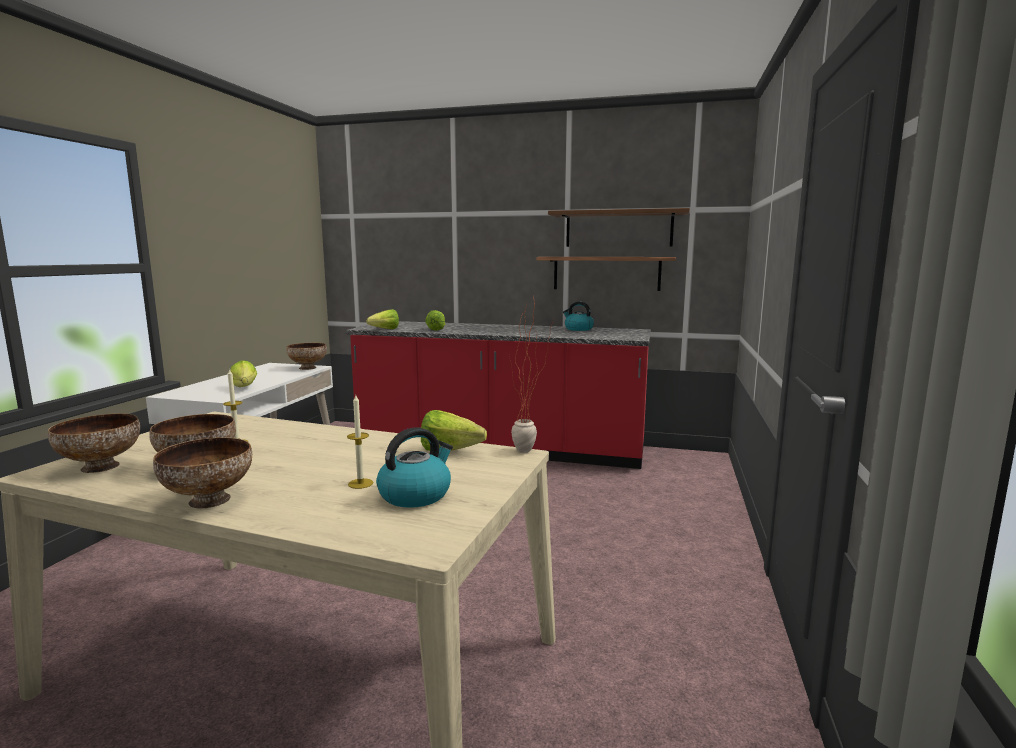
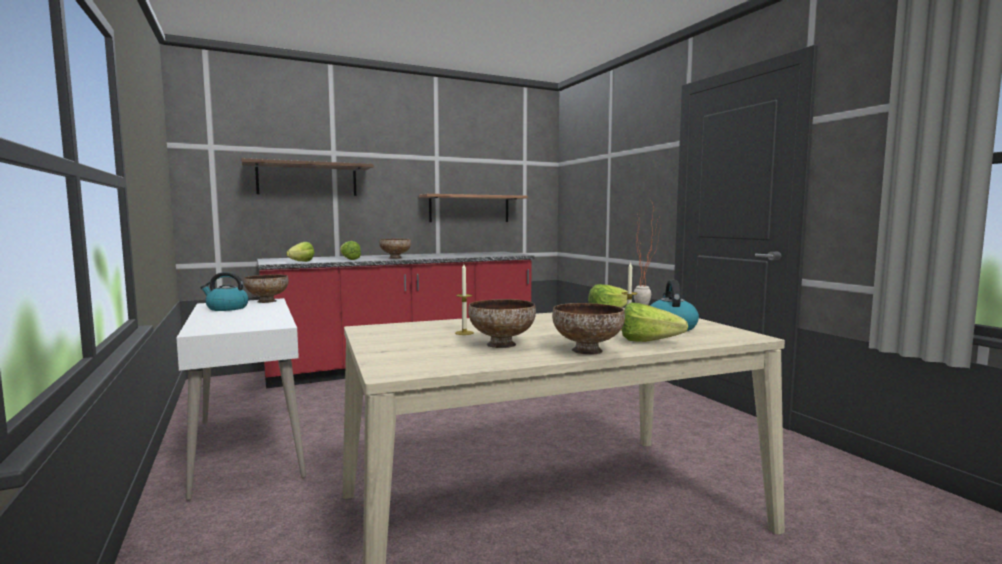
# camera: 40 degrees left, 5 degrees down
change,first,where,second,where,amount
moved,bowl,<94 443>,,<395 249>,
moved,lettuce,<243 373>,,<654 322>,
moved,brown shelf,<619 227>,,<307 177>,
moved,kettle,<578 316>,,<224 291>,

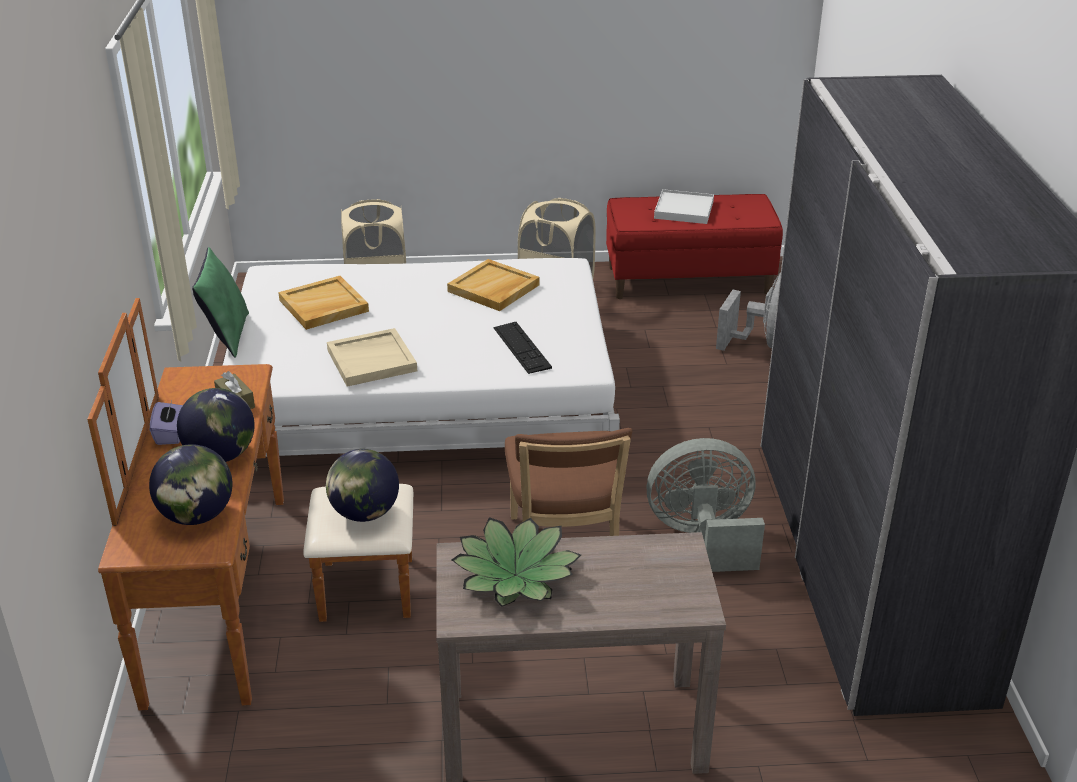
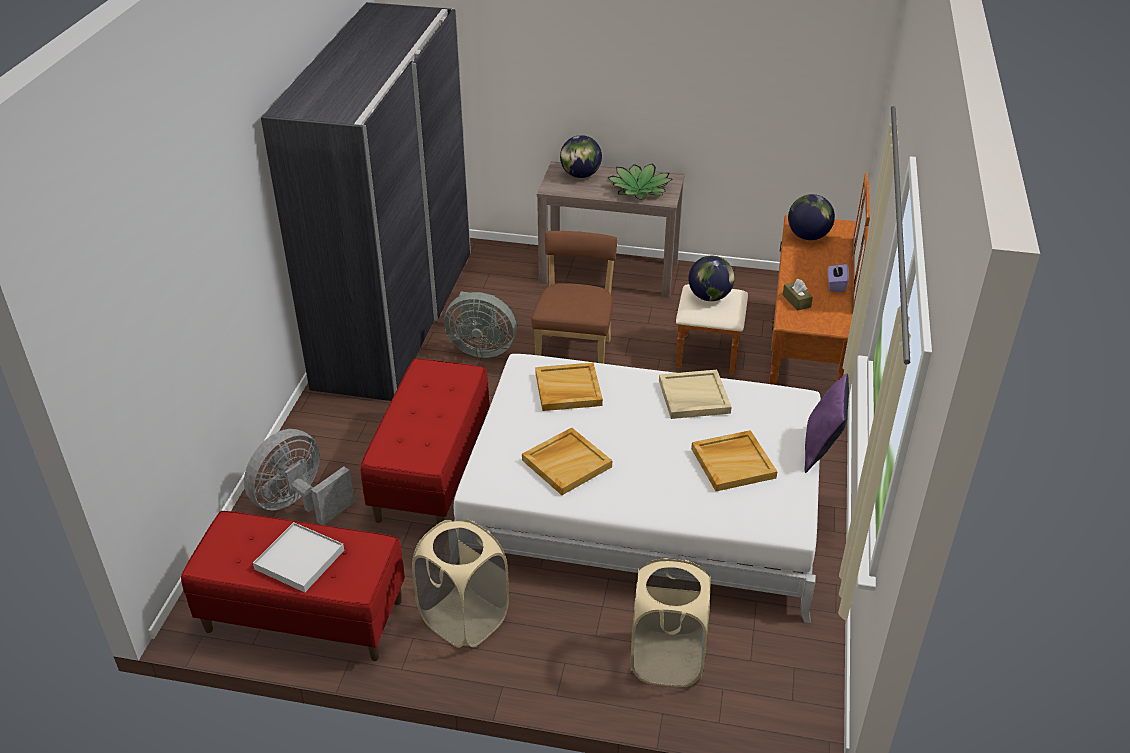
# camera: 165 degrees left, 5 degrees up
change,first,where,second,where,amount
moved,globe,<216 425>,,<581 156>,
recoloured,green pillow,<220 302>,purple pillow,<826 423>,
replaced,keyboard,<522 348>,beige tray,<569 386>,
added,,,red bench,<425 441>,

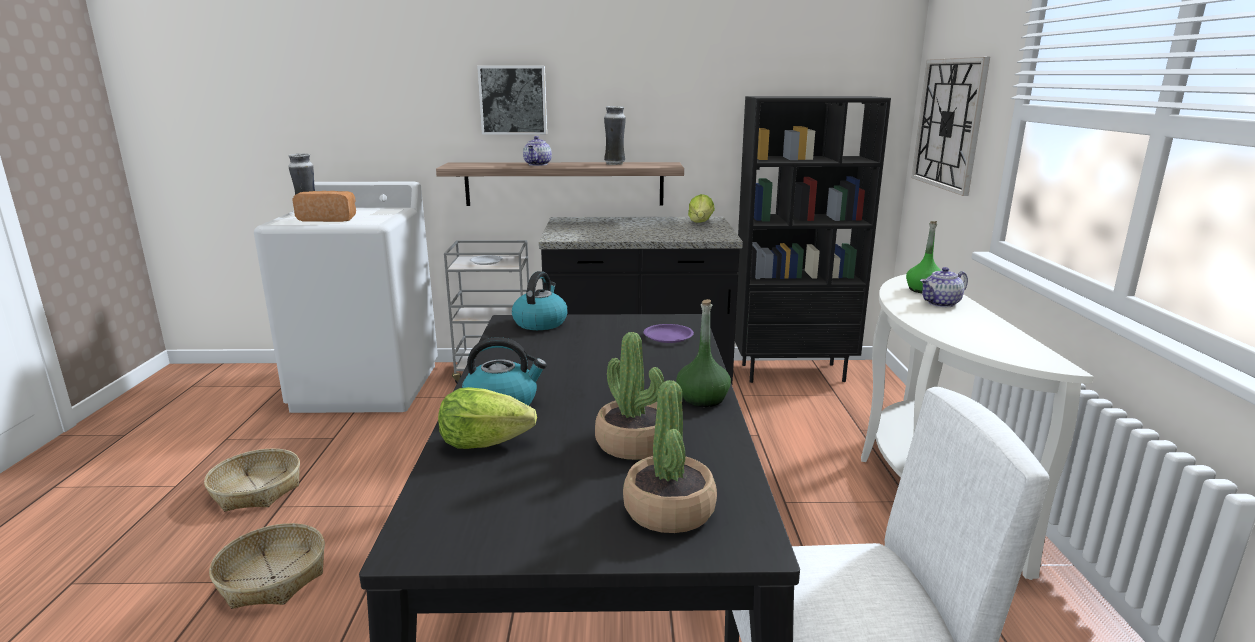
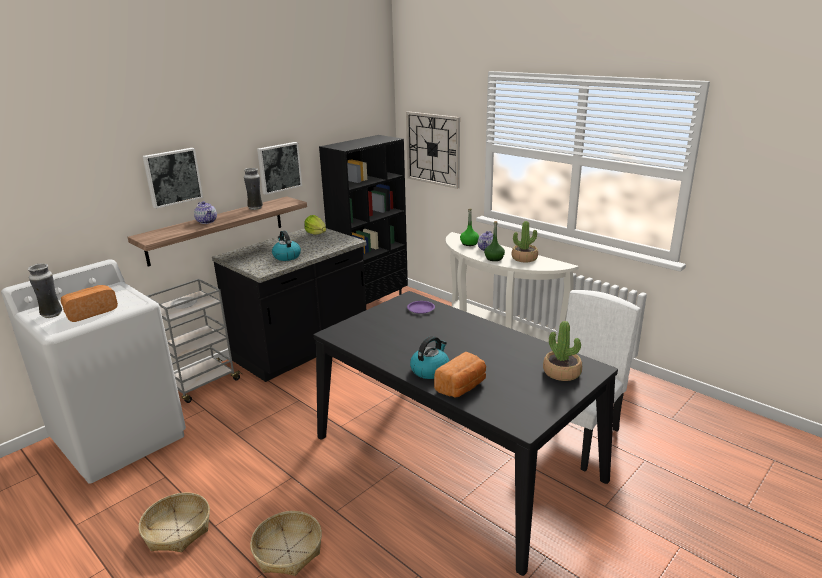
# camera: 45 degrees left, 5 degrees up
change,first,where,second,where,amount
replaced,lettuce,<487 418>,bread,<460 375>,
moved,kettle,<540 300>,,<286 246>,
moved,potted plant,<629 396>,,<524 241>,
moved,green bottle,<703 353>,,<494 241>,
added,,,picture,<279 168>,

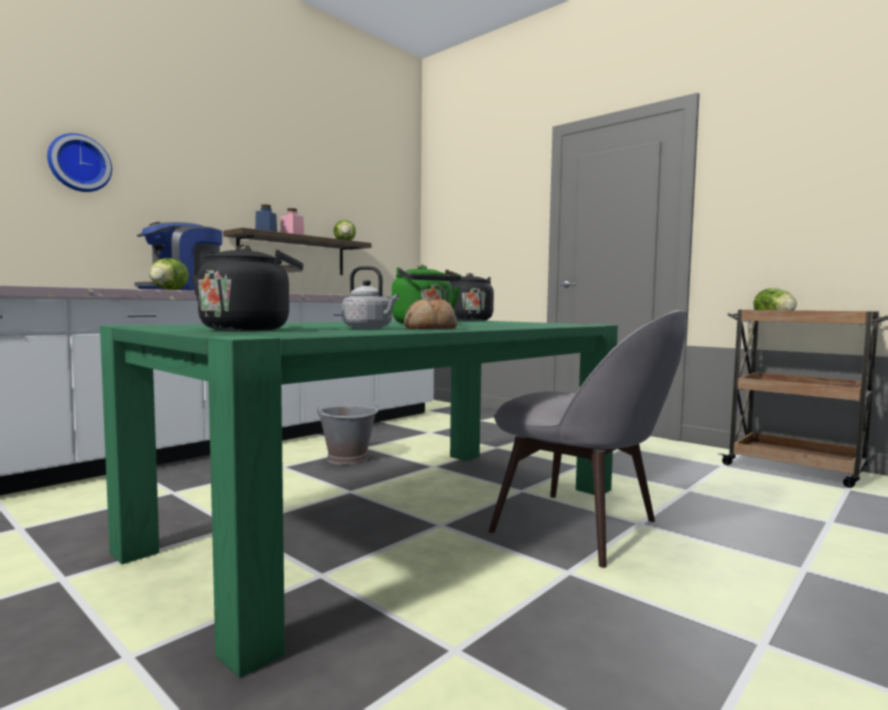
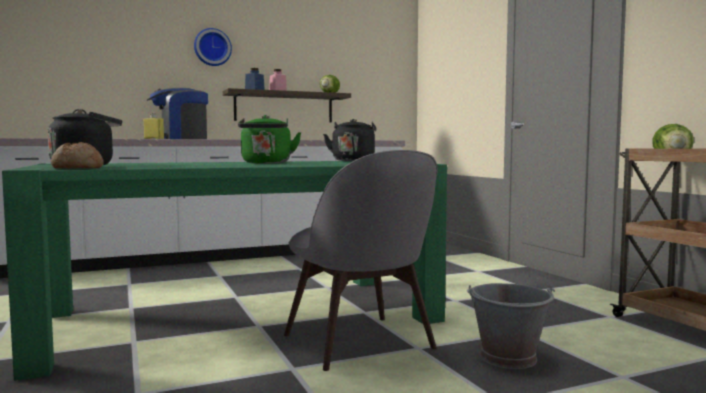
# camera: 25 degrees right, 0 degrees up
change,first,where,second,where,amount
moved,wall clock,<79 162>,,<213 47>,
replaced,lettuce,<169 274>,yellow bottle,<154 126>,
moved,grey bucket,<347 434>,,<511 326>,
removed,grey kettle,<370 297>,,,
moved,bread,<430 313>,,<77 155>,

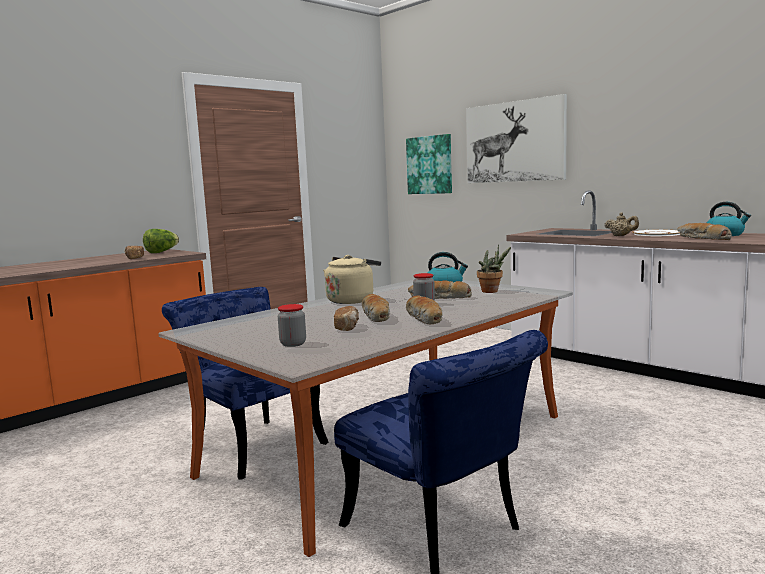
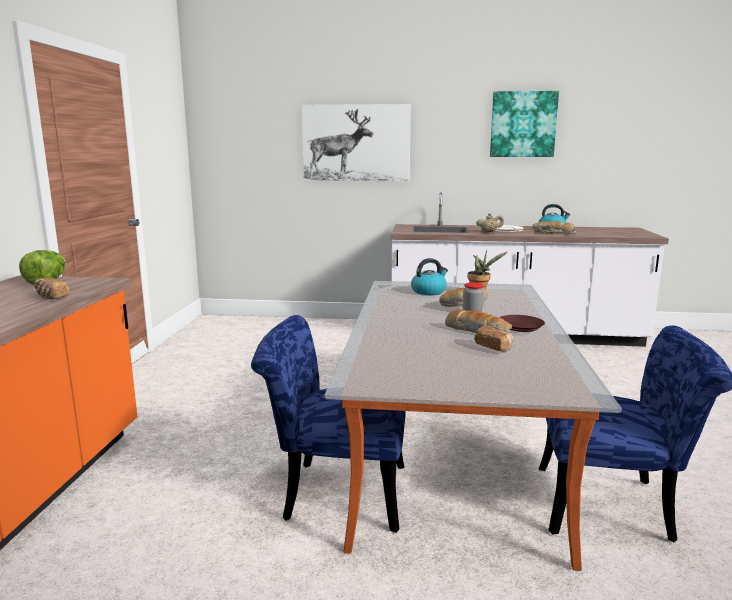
# camera: 40 degrees left, 5 degrees up
change,first,where,second,where,amount
removed,jar,<292 325>,,,
removed,beige kettle,<352 279>,,,
moved,picture,<429 164>,,<524 124>,
replaced,bread,<424 309>,brown plate,<522 323>,

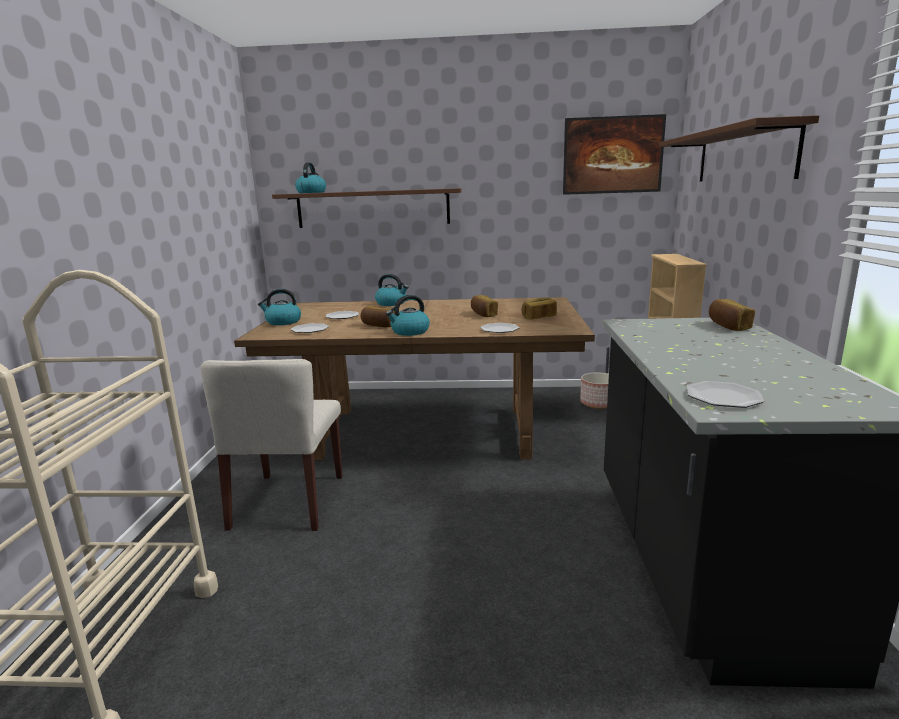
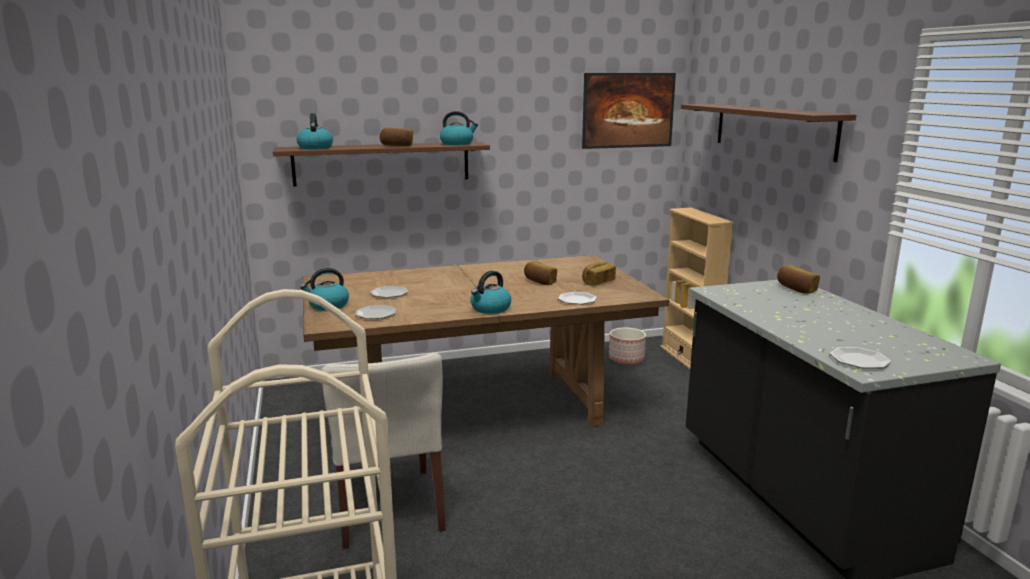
# camera: 20 degrees left, 0 degrees up
change,first,where,second,where,amount
moved,bread,<378 316>,,<396 137>,
moved,kettle,<391 290>,,<459 128>,

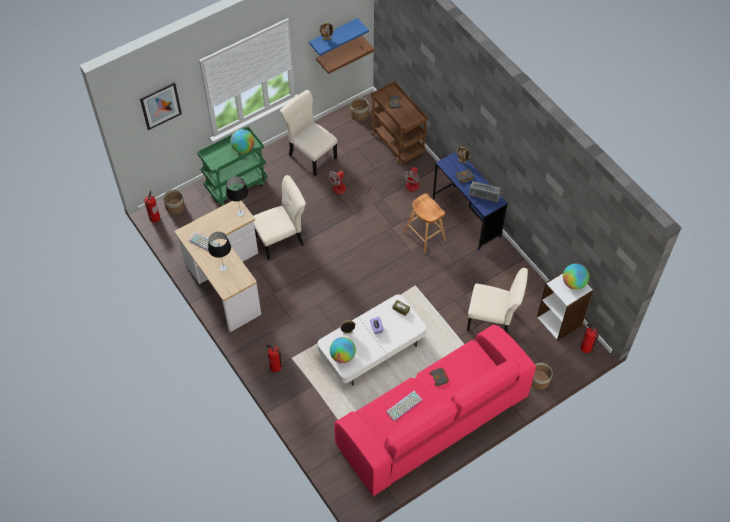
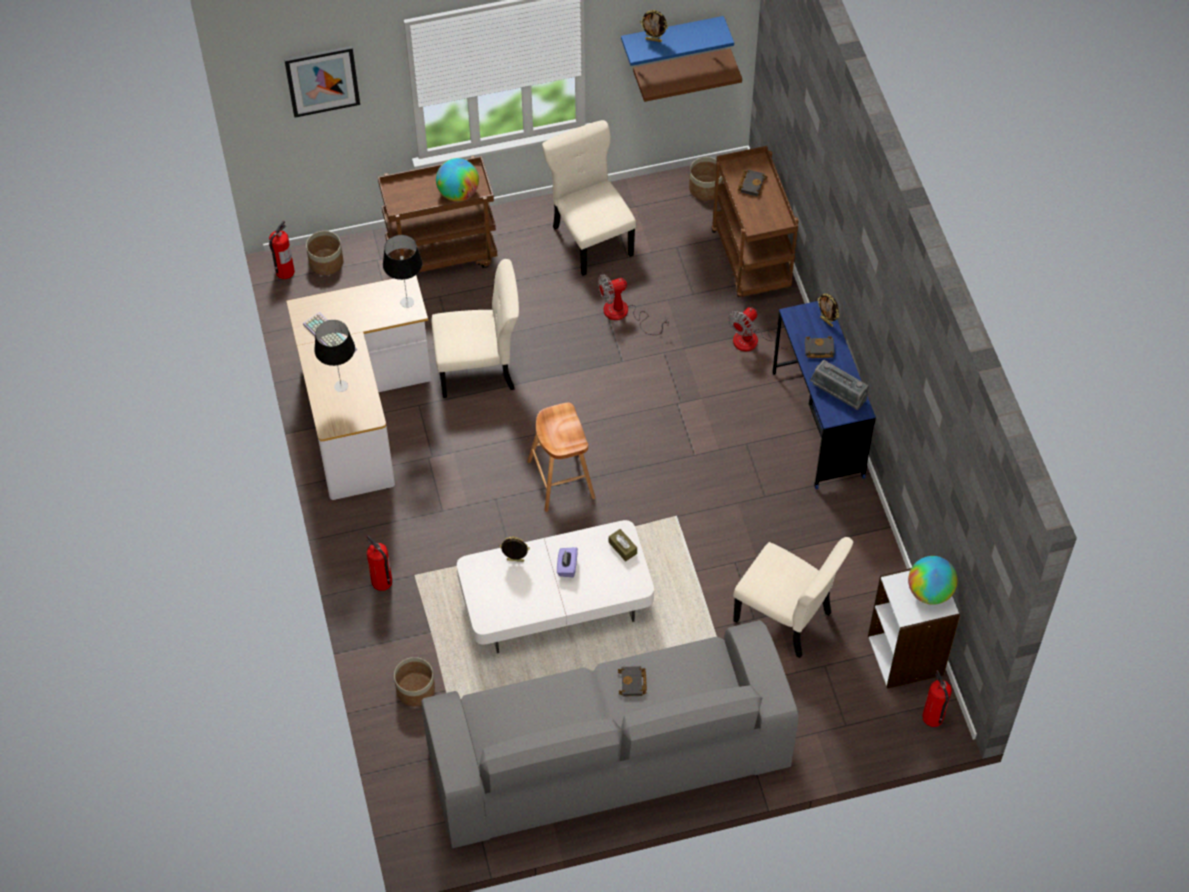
# camera: 20 degrees right, 0 degrees up
change,first,where,second,where,amount
recoloured,green cart,<232 166>,brown cart,<437 214>,
removed,globe,<343 350>,,,
recoloured,pink sofa,<435 410>,grey sofa,<610 734>,
removed,keyboard,<404 406>,,,
moved,brown stool,<425 224>,,<561 457>,
moved,planter,<542 376>,,<414 681>,

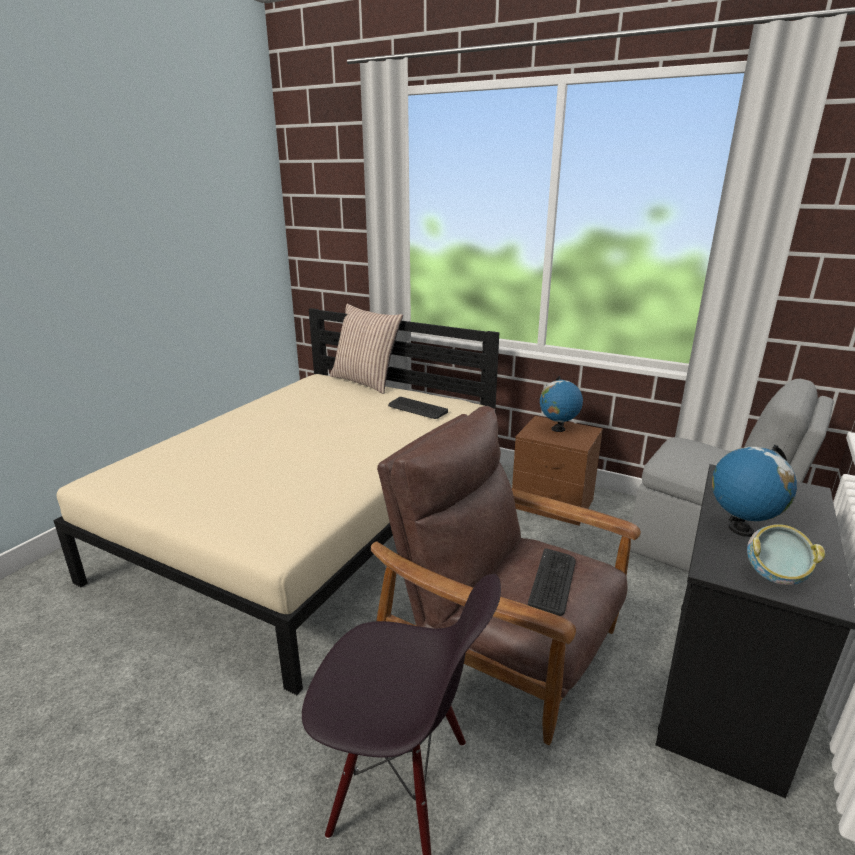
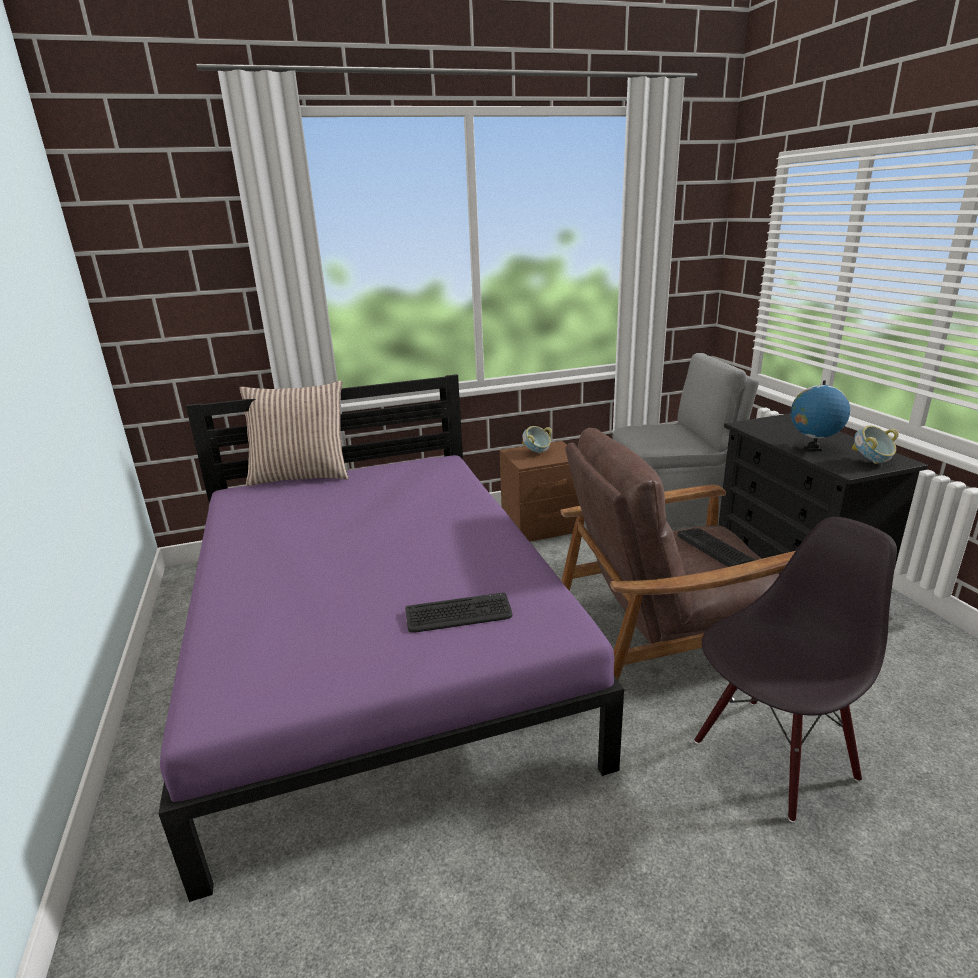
# camera: 45 degrees left, 0 degrees up
change,first,where,second,where,amount
recoloured,beige bed,<276 501>,purple bed,<391 638>,
moved,keyboard,<418 408>,,<459 613>,
replaced,globe,<561 404>,bowl,<537 440>,

